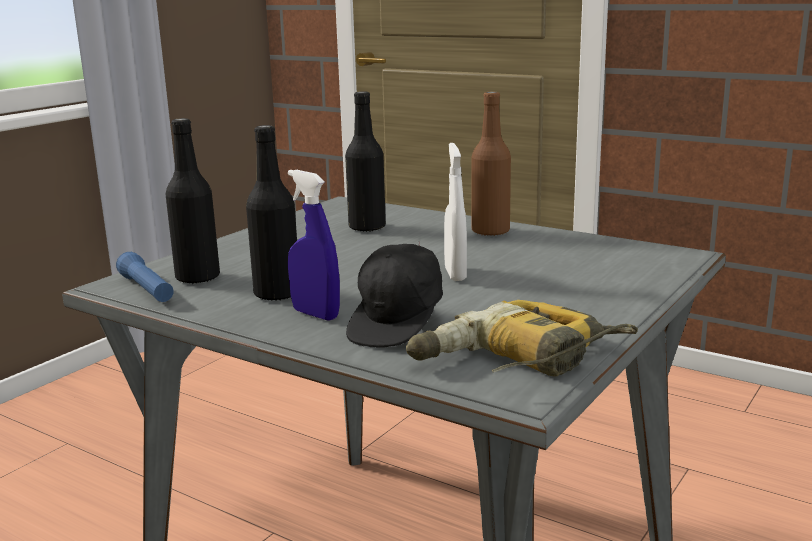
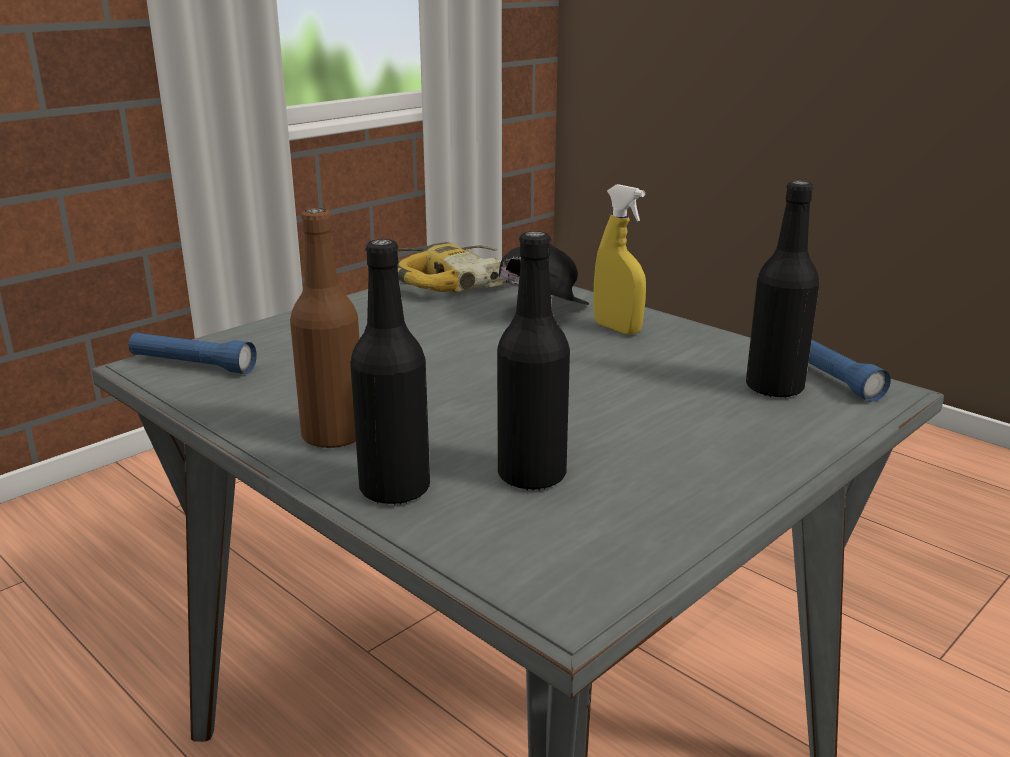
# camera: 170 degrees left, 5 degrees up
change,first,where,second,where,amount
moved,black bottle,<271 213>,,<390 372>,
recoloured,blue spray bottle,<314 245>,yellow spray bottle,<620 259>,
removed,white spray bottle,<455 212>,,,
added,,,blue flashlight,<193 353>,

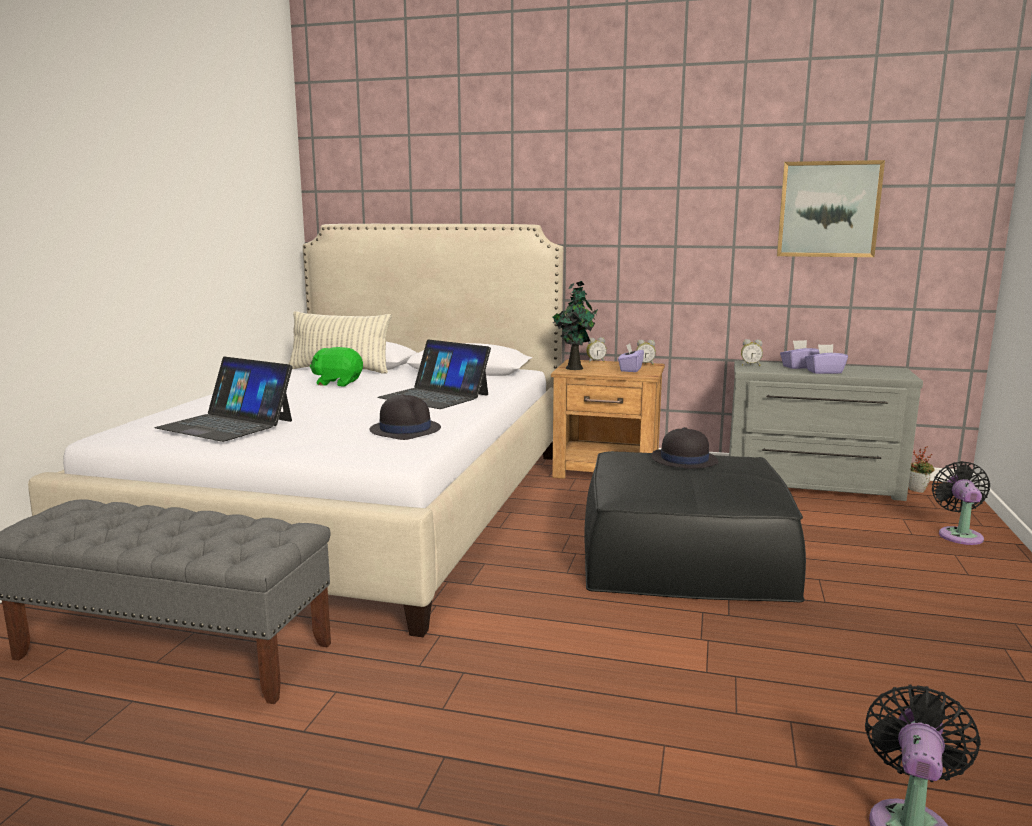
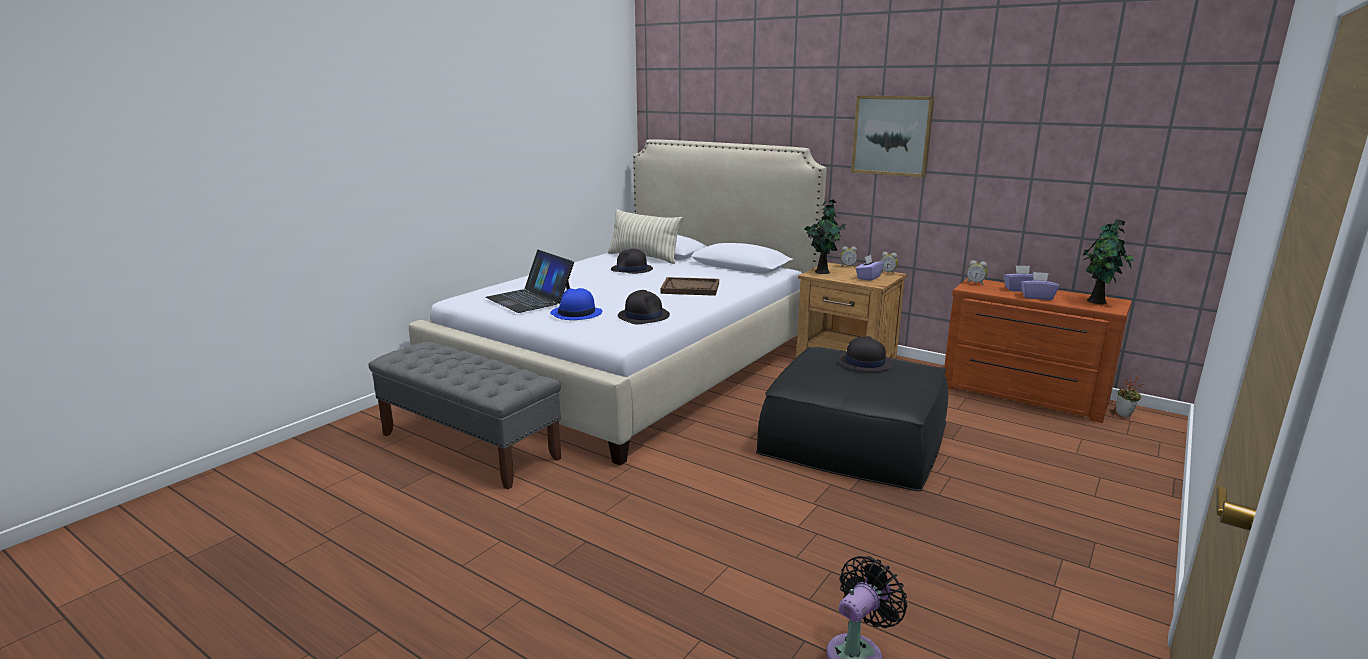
# camera: 20 degrees right, 5 degrees up
change,first,where,second,where,amount
replaced,green plush toy,<336 366>,black hat,<632 261>,
replaced,laptop,<434 374>,brown tray,<689 286>,
recoloured,grey dresser,<826 431>,brown dresser,<1038 350>,
moved,picture,<831 208>,,<893 137>,
removed,black fan,<961 503>,,,
added,,,blue hat,<576 304>,
added,,,potted plant,<1108 261>,

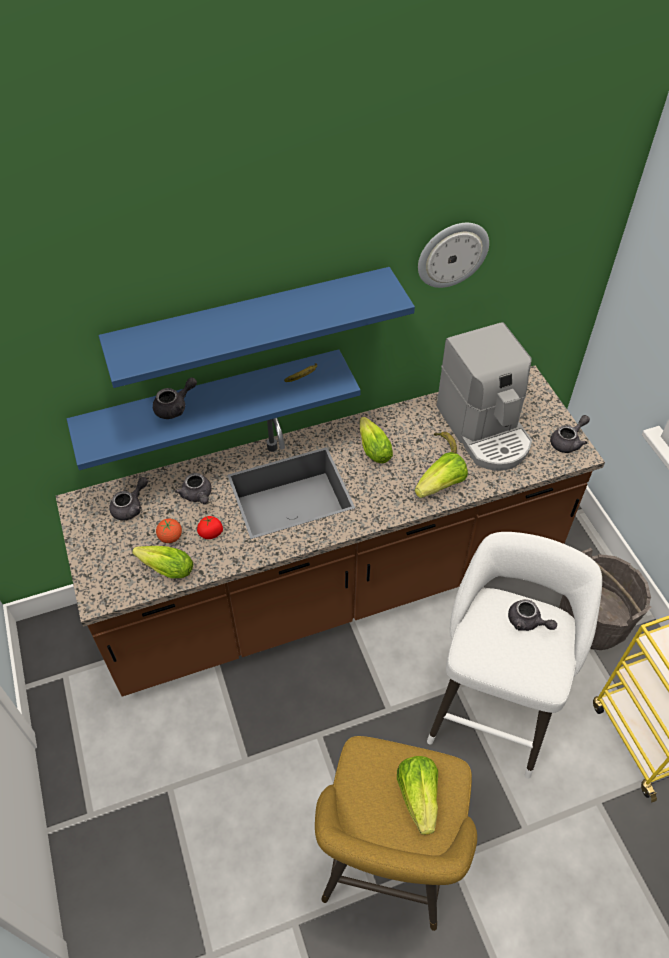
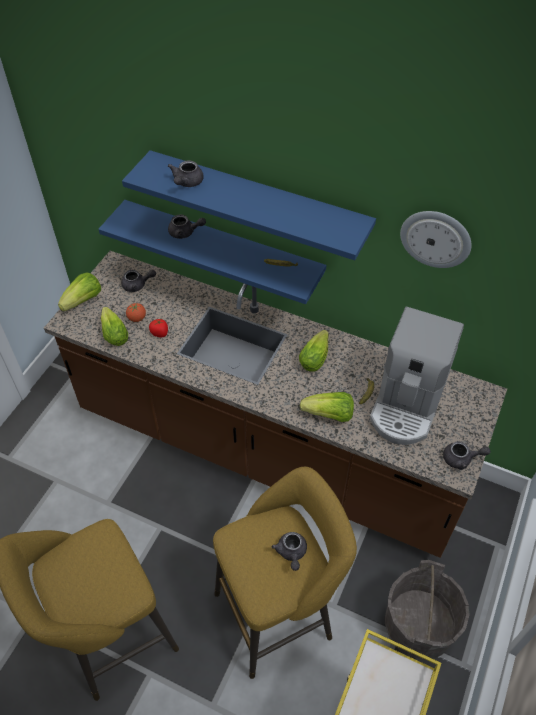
# camera: 45 degrees right, 0 degrees up
change,first,where,second,where,amount
moved,grey teapot,<193 488>,,<186 173>,
moved,lettuce,<417 795>,,<79 292>,
recoloured,white stool,<514 655>,yellow stool,<285 573>,

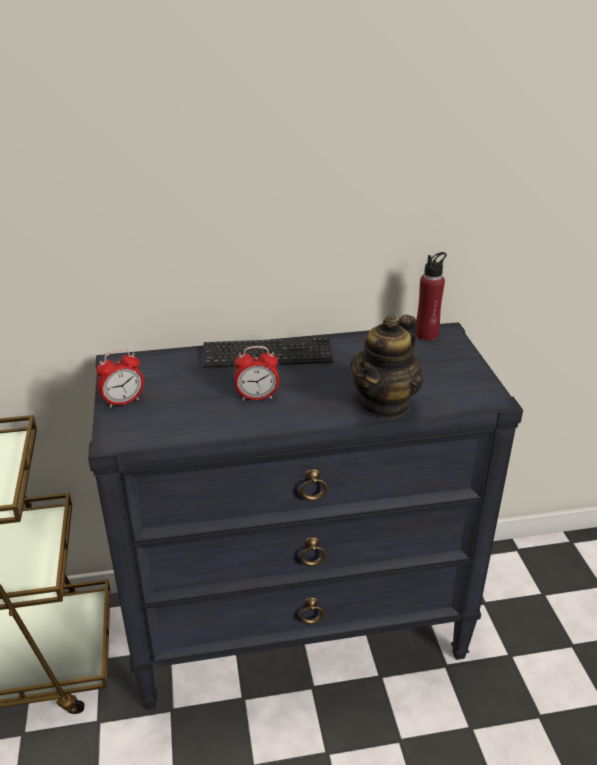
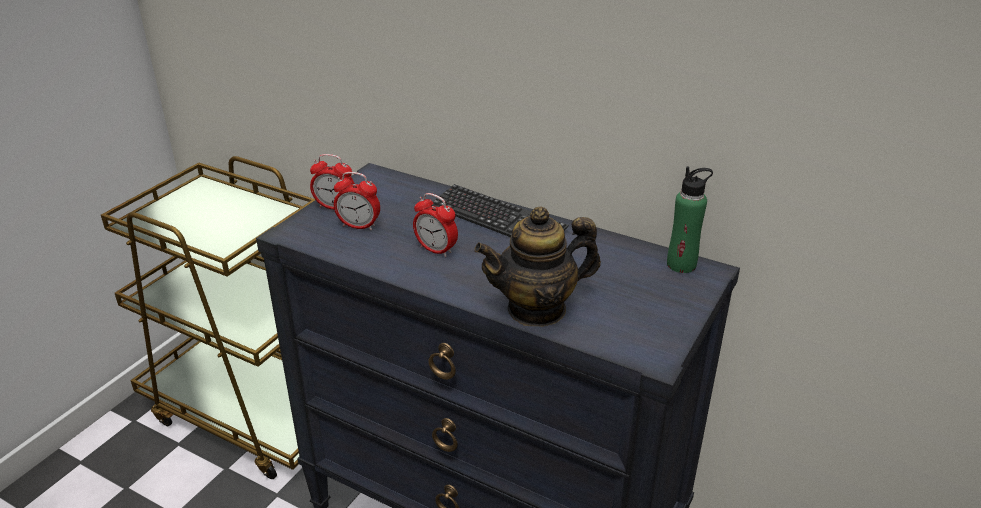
# camera: 40 degrees right, 0 degrees up
change,first,where,second,where,amount
recoloured,red bottle,<431 296>,green bottle,<690 219>,
added,,,alarm clock,<357 201>,

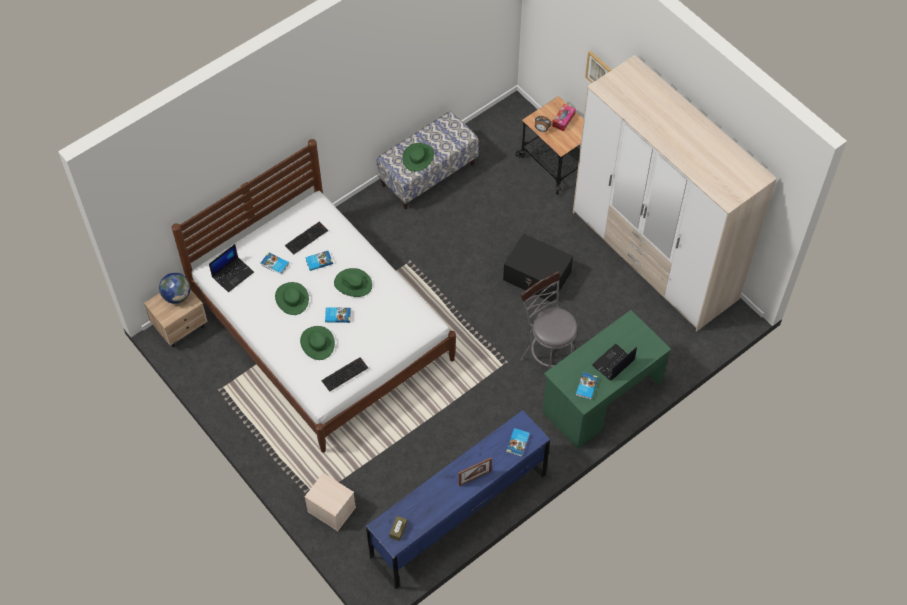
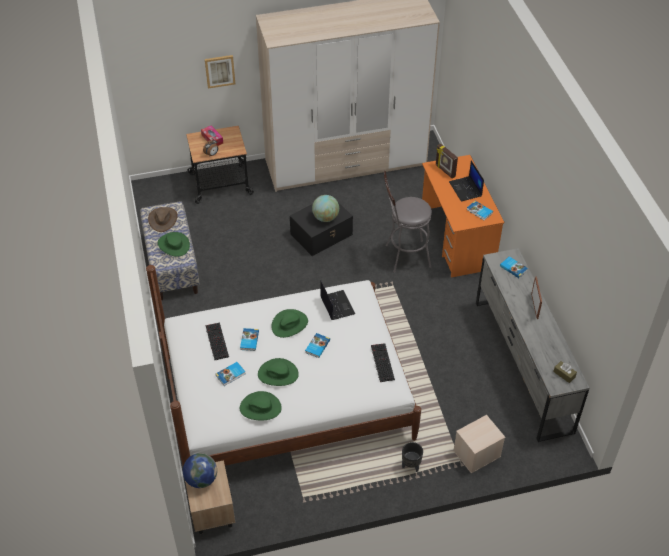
# camera: 65 degrees left, 10 degrees down
change,first,where,second,where,amount
moved,laptop,<231 268>,,<337 300>,
moved,green hat,<317 343>,,<261 405>,
recoloured,blue dresser,<458 499>,grey dresser,<533 345>,
recoloured,green desk,<607 379>,orange desk,<463 216>,
added,,,brown hat,<163 219>,
added,,,globe,<325 208>,
added,,,black planter,<412 457>,
added,,,picture frame,<447 161>,

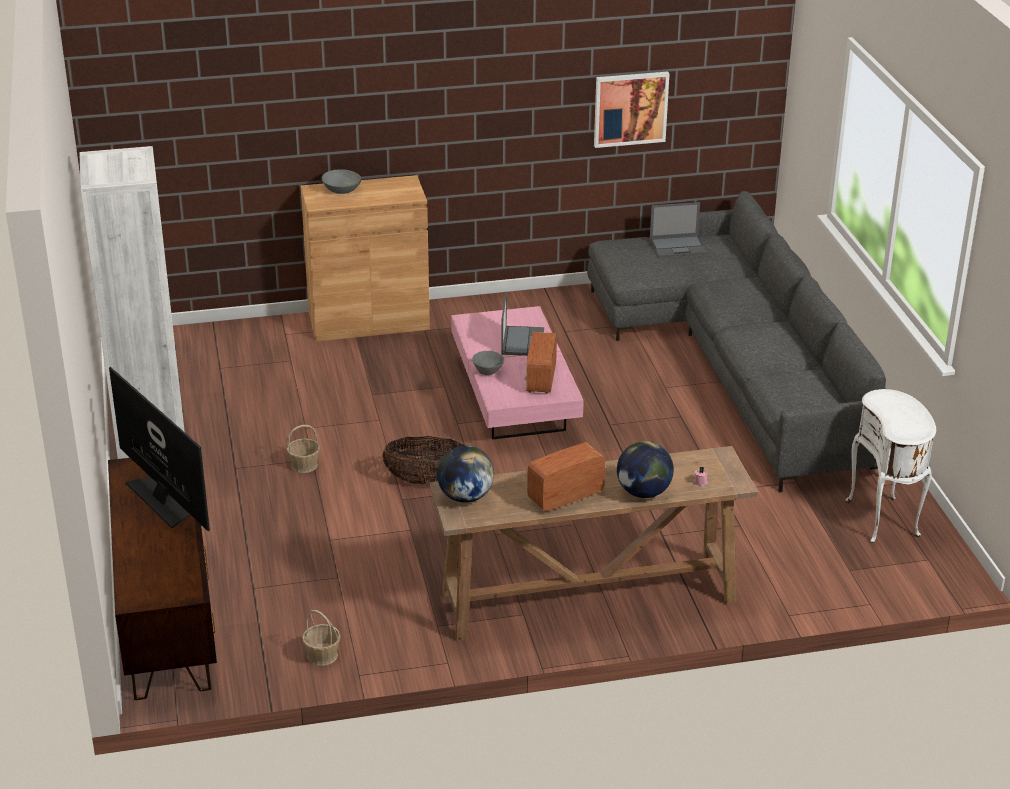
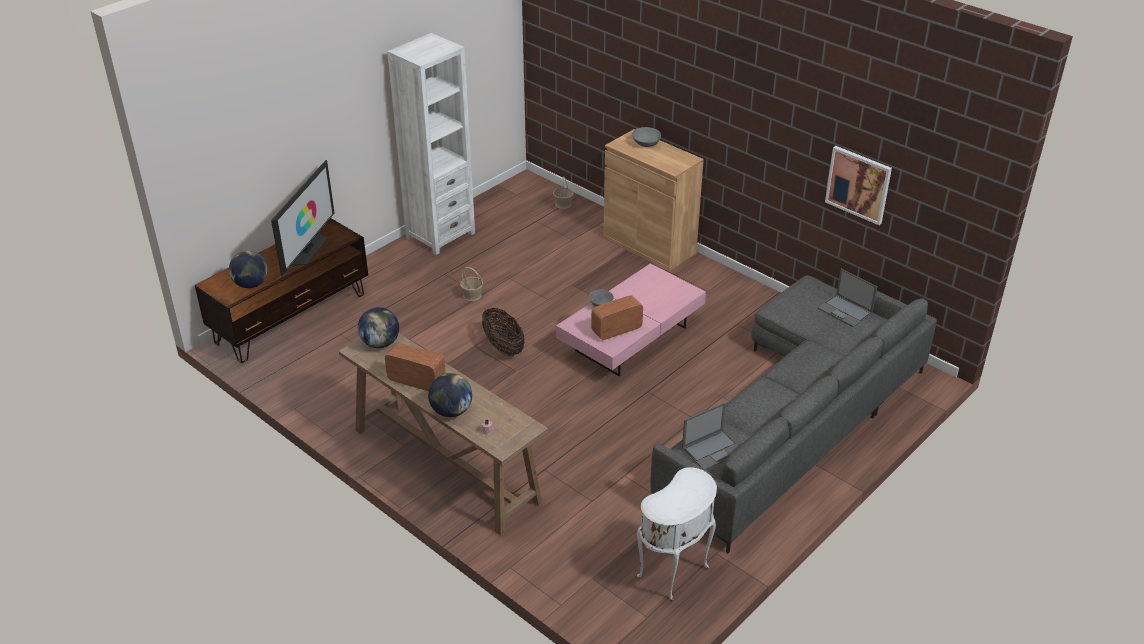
# camera: 55 degrees right, 5 degrees up
change,first,where,second,where,amount
moved,basket,<321 638>,,<563 193>,
moved,laptop,<522 324>,,<710 436>,
added,,,globe,<248 269>,

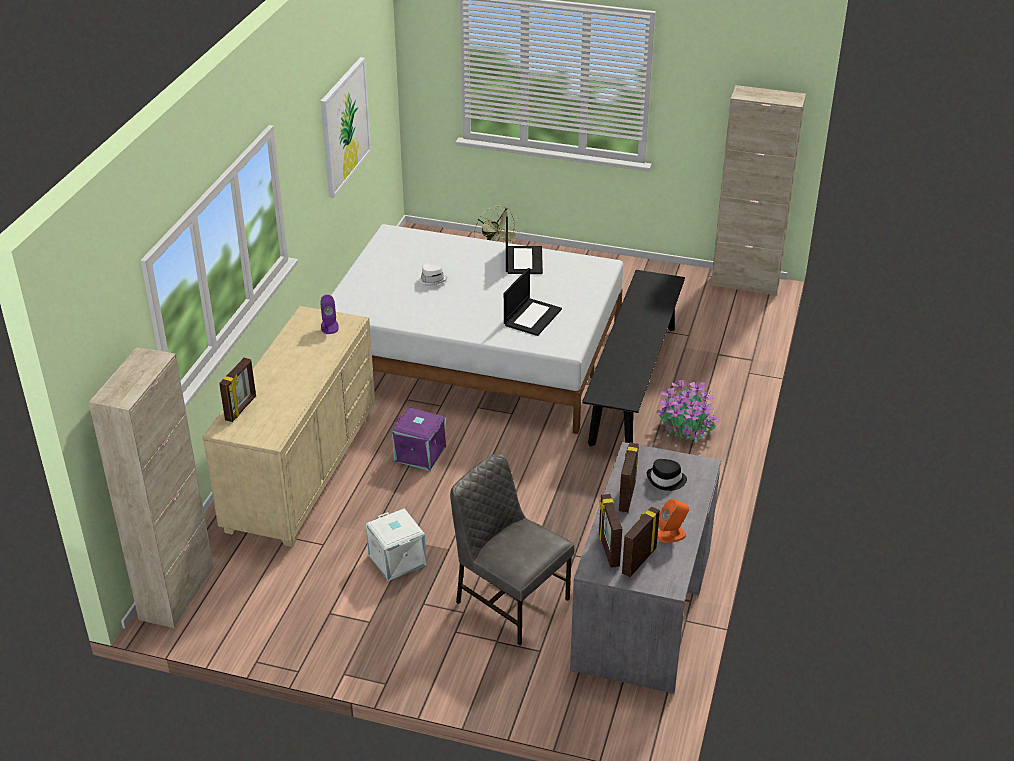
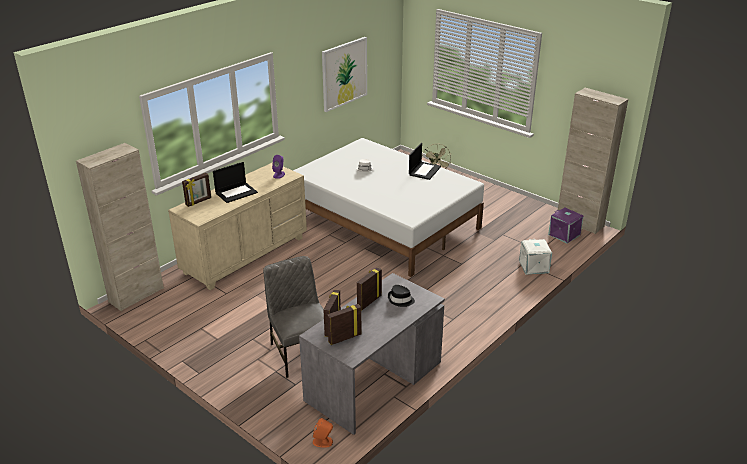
# camera: 25 degrees right, 5 degrees down
change,first,where,second,where,amount
moved,white storage box,<396 544>,,<535 257>,
moved,purple storage box,<419 439>,,<566 225>,
moved,laptop,<533 302>,,<235 182>,
removed,black bench,<633 358>,,,
removed,potted plant,<687 410>,,,
moved,orange speaker,<673 521>,,<323 433>,

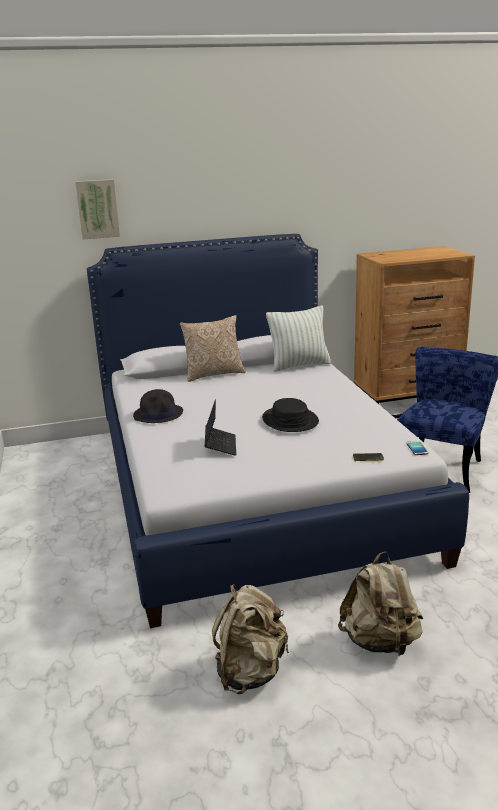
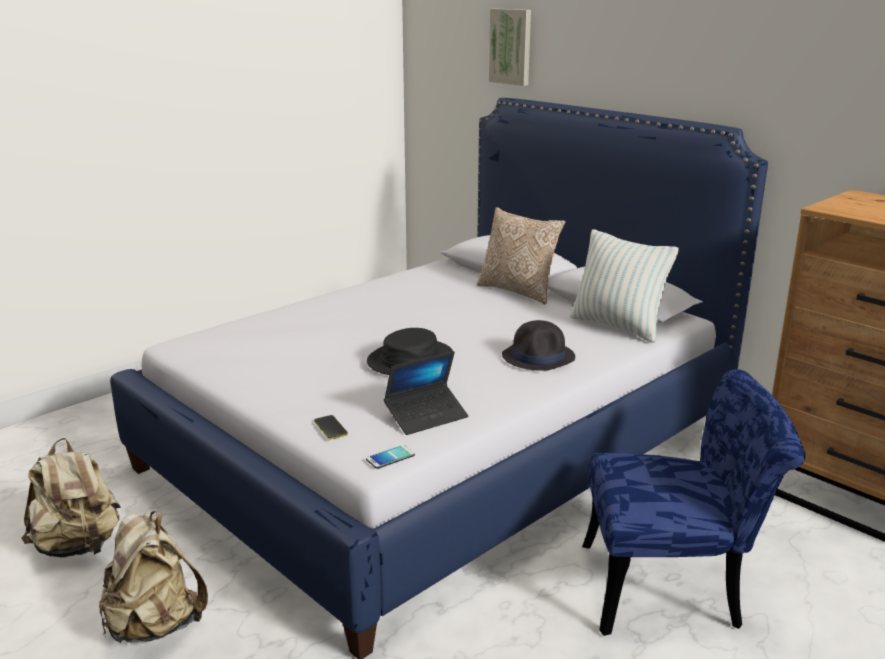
# camera: 60 degrees right, 0 degrees up
change,first,where,second,where,amount
moved,black hat,<158 406>,,<538 345>,
moved,laptop,<220 427>,,<426 393>,

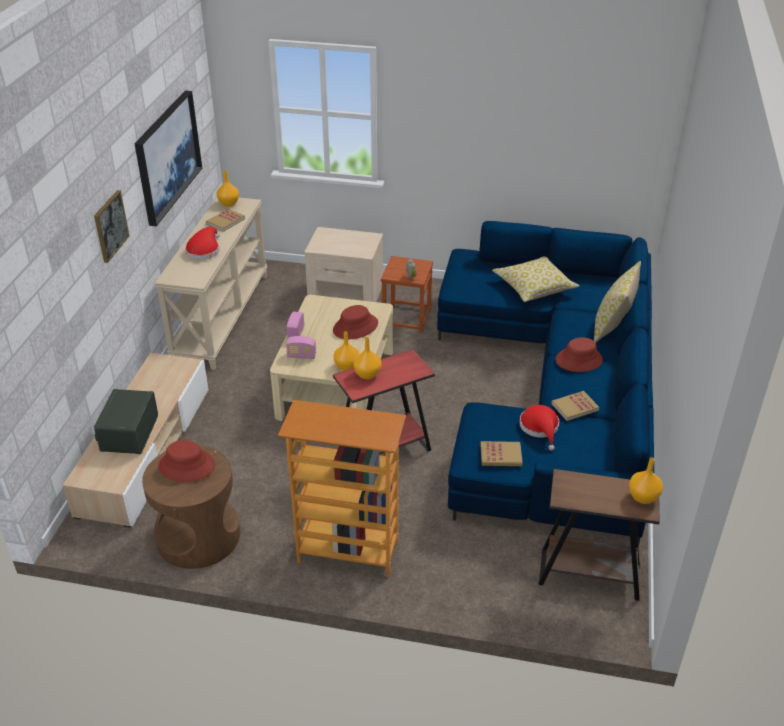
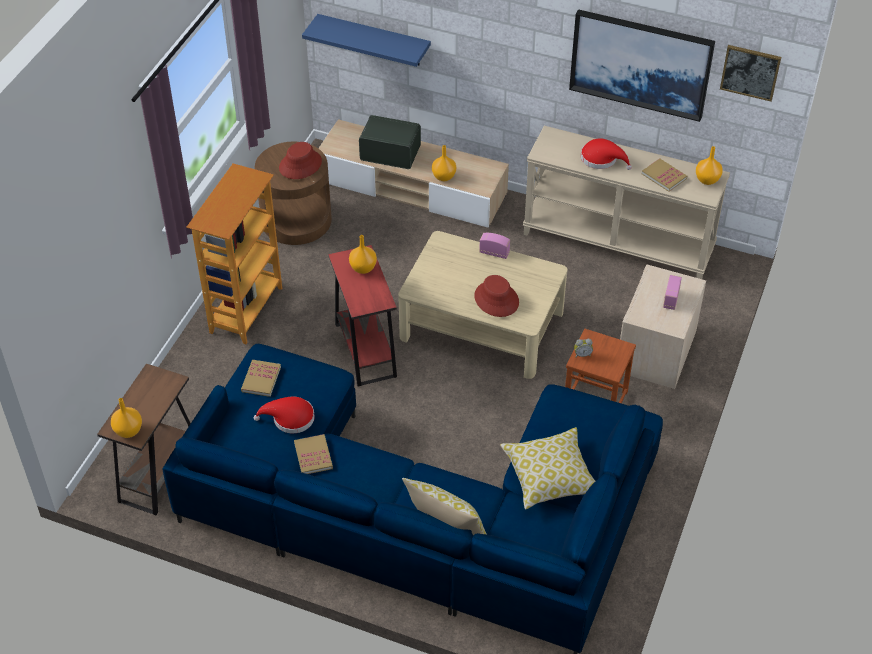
# camera: 100 degrees right, 10 degrees up
change,first,where,second,where,amount
moved,picture,<112 226>,,<750 73>,
moved,radio,<301 347>,,<672 292>,
moved,orange vase,<346 351>,,<444 163>,
removed,red hat,<579 354>,,,
added,,,blue shelf,<366 40>,

